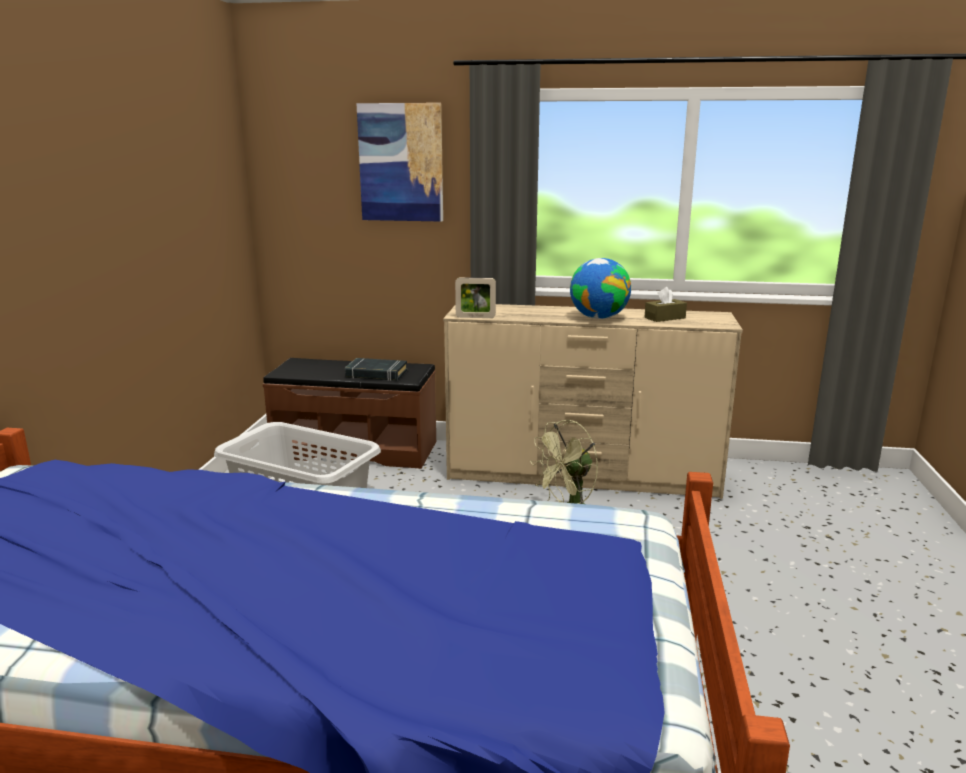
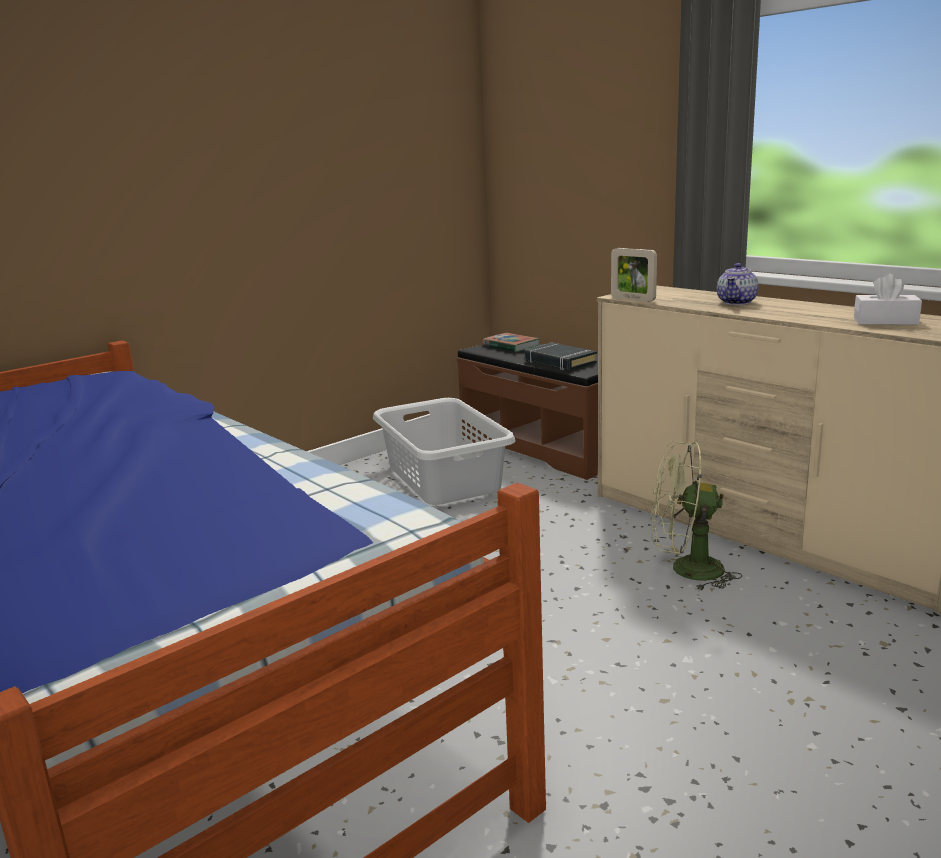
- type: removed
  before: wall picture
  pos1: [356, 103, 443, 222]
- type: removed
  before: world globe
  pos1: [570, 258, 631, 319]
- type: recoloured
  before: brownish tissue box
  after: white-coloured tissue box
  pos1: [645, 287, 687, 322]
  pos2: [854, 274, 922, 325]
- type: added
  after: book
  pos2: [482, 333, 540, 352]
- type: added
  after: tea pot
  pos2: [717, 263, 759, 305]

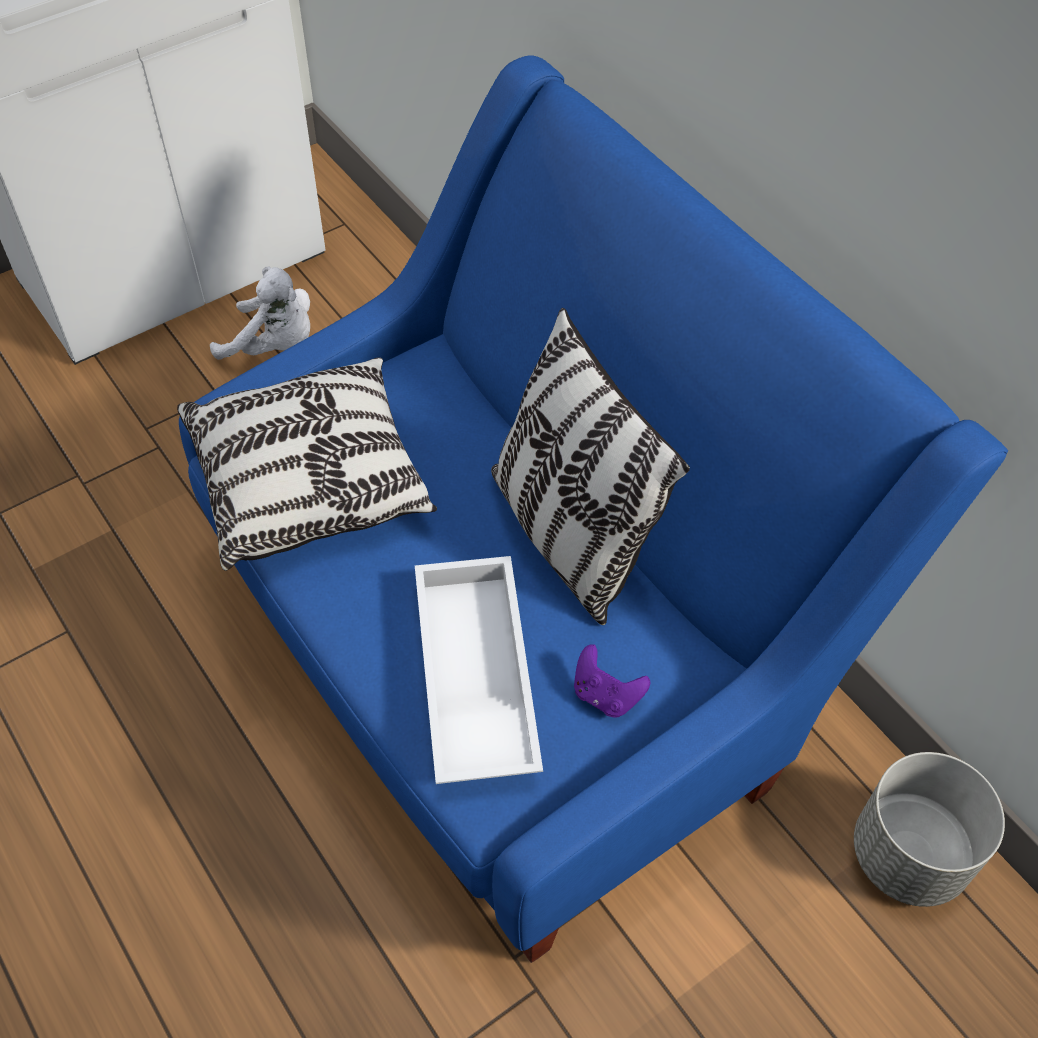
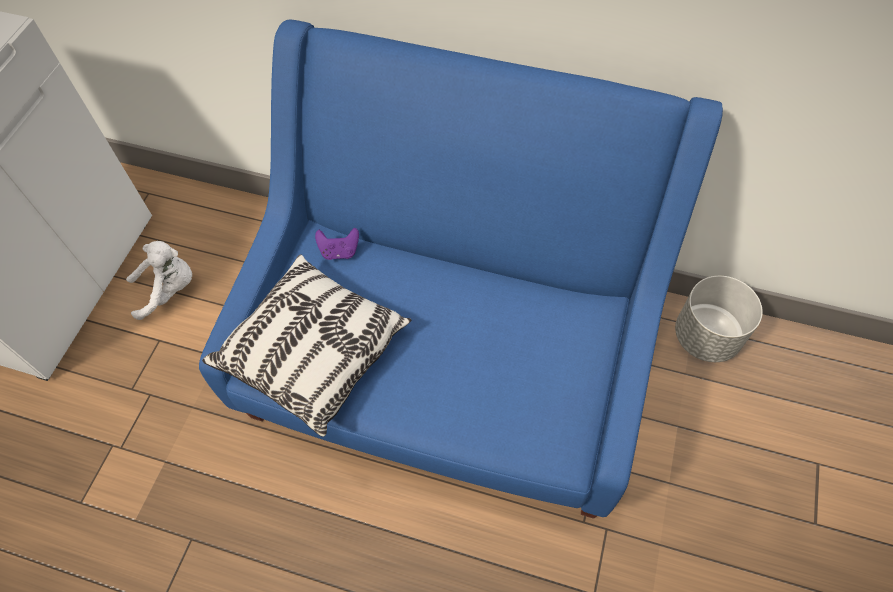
- type: removed
  before: white-coloured tray
  pos1: [415, 556, 543, 784]
- type: removed
  before: cushion
  pos1: [491, 308, 690, 625]
- type: moved
  before: purple gamepad
  pos1: [574, 644, 650, 718]
  pos2: [315, 228, 359, 260]

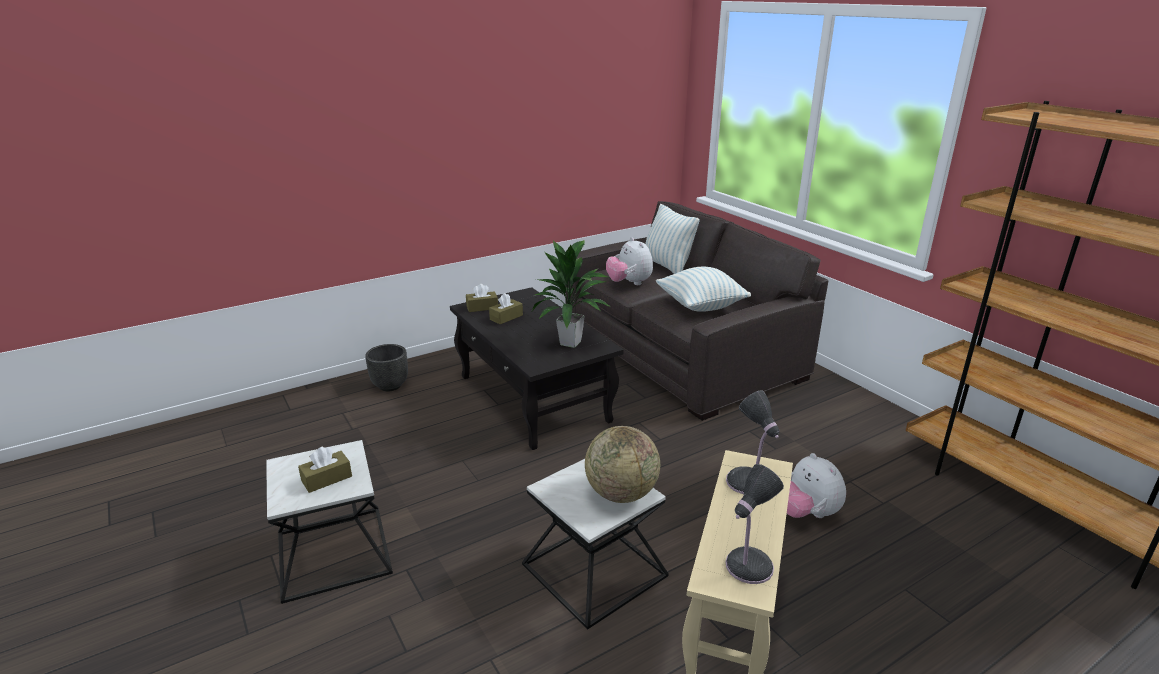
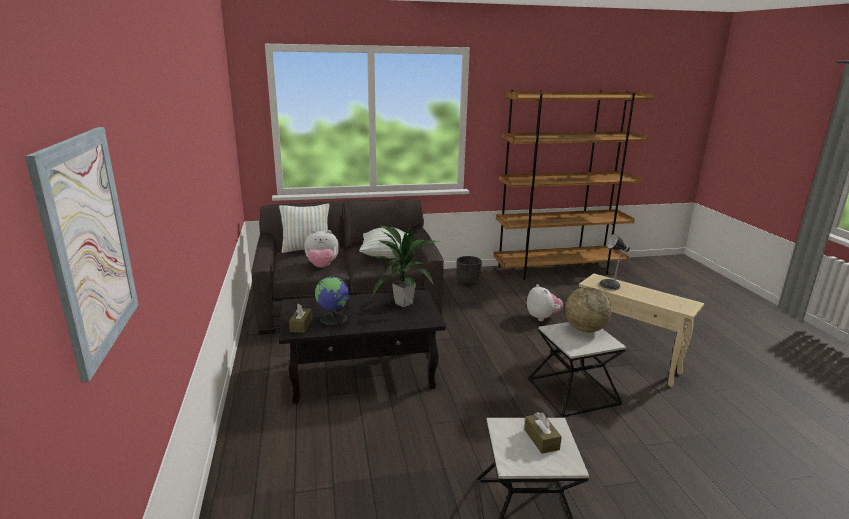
- type: moved
  before: black flower pot
  pos1: [365, 344, 408, 391]
  pos2: [456, 256, 482, 285]
- type: replaced
  before: brownish tissue box
  after: world globe
  pos1: [489, 293, 523, 324]
  pos2: [315, 276, 349, 325]
- type: removed
  before: table lamp
  pos1: [725, 464, 784, 584]
- type: turned
  before: cuddly toy
  pos1: [787, 453, 846, 518]
  pos2: [527, 284, 563, 321]
  turn: -105
- type: added
  after: wall picture
  pos2: [25, 127, 138, 383]

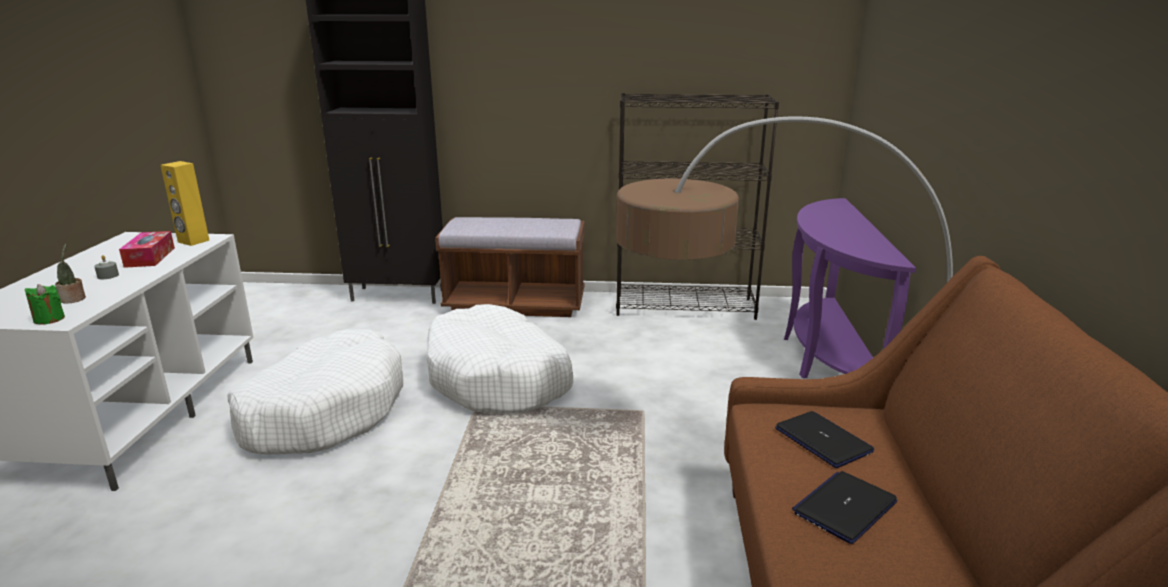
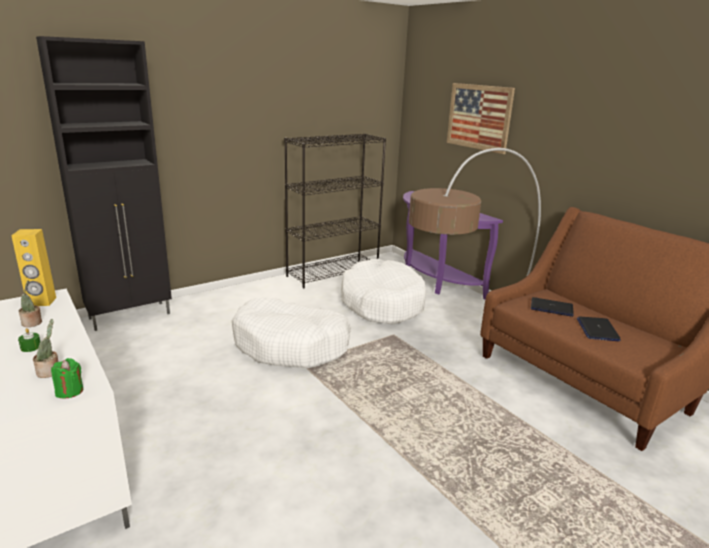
- type: recoloured
  before: gray candle
  after: greenish candle
  pos1: [94, 255, 119, 279]
  pos2: [18, 328, 40, 352]
- type: replaced
  before: tissue box
  after: houseplant
  pos1: [119, 231, 175, 268]
  pos2: [19, 280, 42, 327]
- type: moved
  before: white-coloured dog bed
  pos1: [228, 329, 403, 455]
  pos2: [341, 259, 426, 325]
- type: removed
  before: brownish indoor bench
  pos1: [435, 217, 585, 317]
- type: added
  after: wall picture
  pos2: [447, 83, 515, 154]

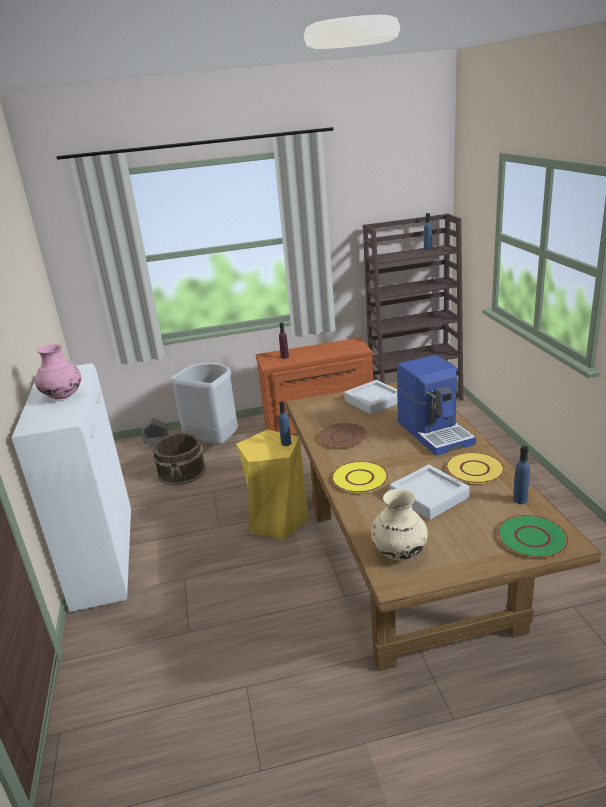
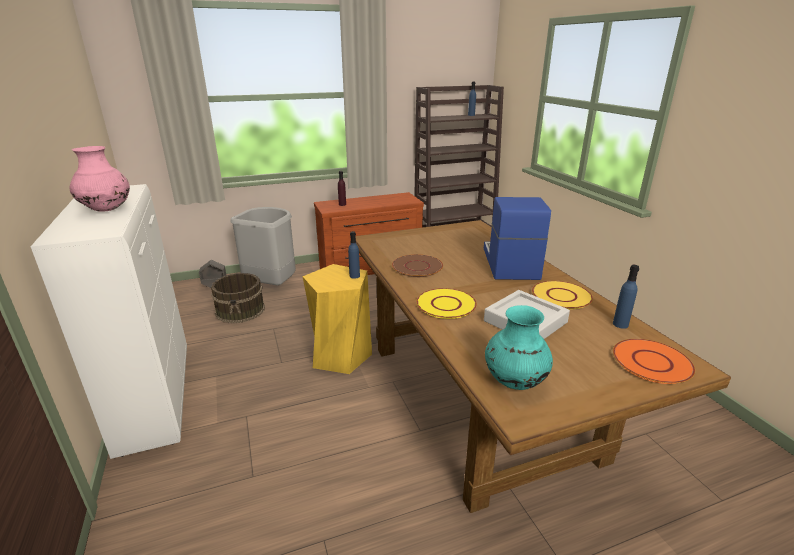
- type: removed
  before: gray tray
  pos1: [344, 380, 398, 415]
- type: recoloured
  before: beige decorative vase
  after: turquoise decorative vase
  pos1: [371, 489, 428, 561]
  pos2: [485, 305, 553, 390]
- type: turned
  before: coffee maker
  pos1: [397, 355, 476, 456]
  pos2: [484, 197, 551, 280]
  turn: -150
- type: recoloured
  before: greenish plate
  after: orangey plate
  pos1: [497, 515, 569, 558]
  pos2: [613, 339, 695, 384]

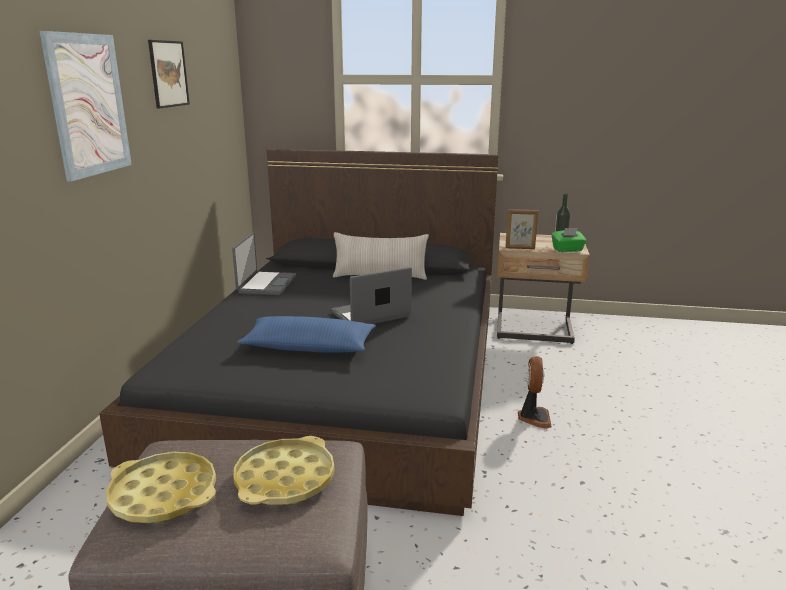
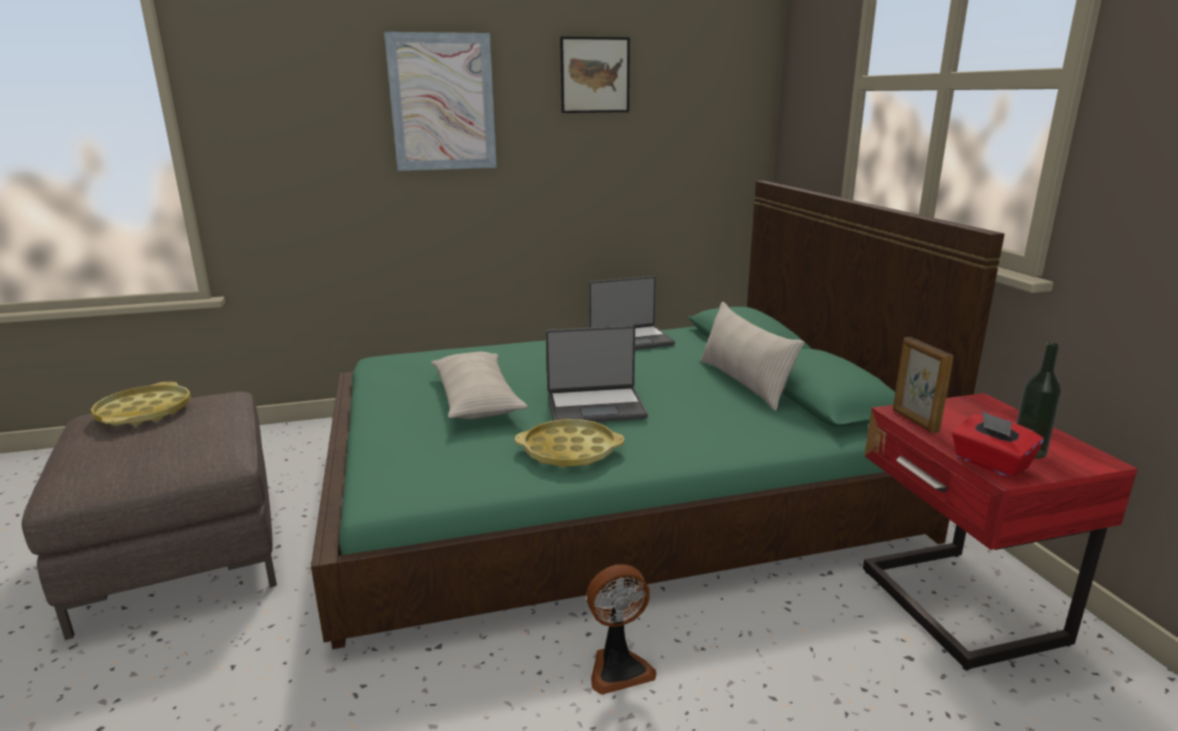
- type: recoloured
  before: black bedroom bed
  after: greenish bedroom bed
  pos1: [99, 149, 498, 516]
  pos2: [311, 181, 1005, 649]
- type: moved
  before: yellowish tray
  pos1: [233, 436, 335, 505]
  pos2: [515, 419, 624, 468]
- type: recoloured
  before: blue cushion
  after: beige cushion
  pos1: [237, 316, 376, 353]
  pos2: [431, 352, 528, 419]
- type: turned
  before: notebook computer
  pos1: [332, 267, 412, 324]
  pos2: [546, 325, 648, 422]
  turn: 135
- type: recoloured
  before: beige night table
  after: reddish night table
  pos1: [497, 233, 590, 344]
  pos2: [863, 393, 1138, 670]
- type: recoloured
  before: greenish tissue box
  after: reddish tissue box
  pos1: [552, 228, 587, 252]
  pos2: [952, 411, 1044, 478]

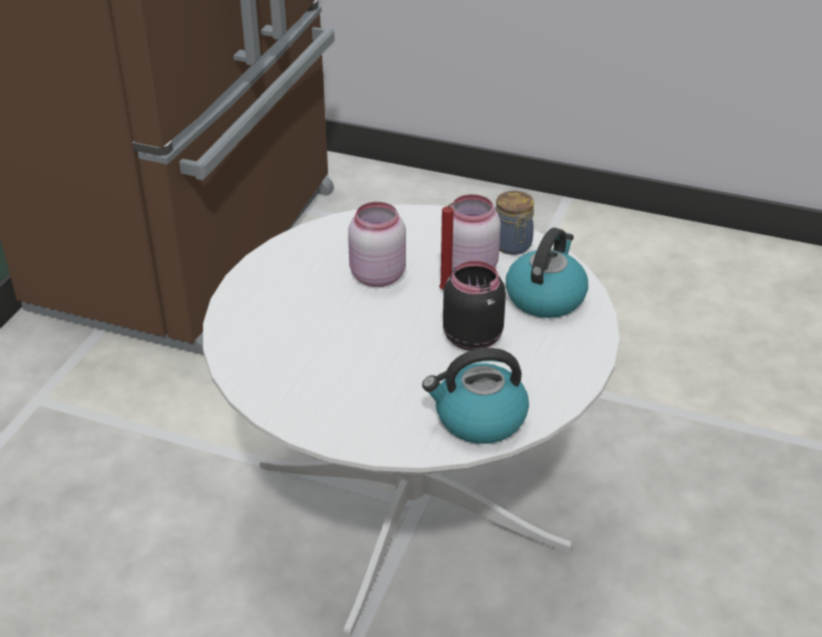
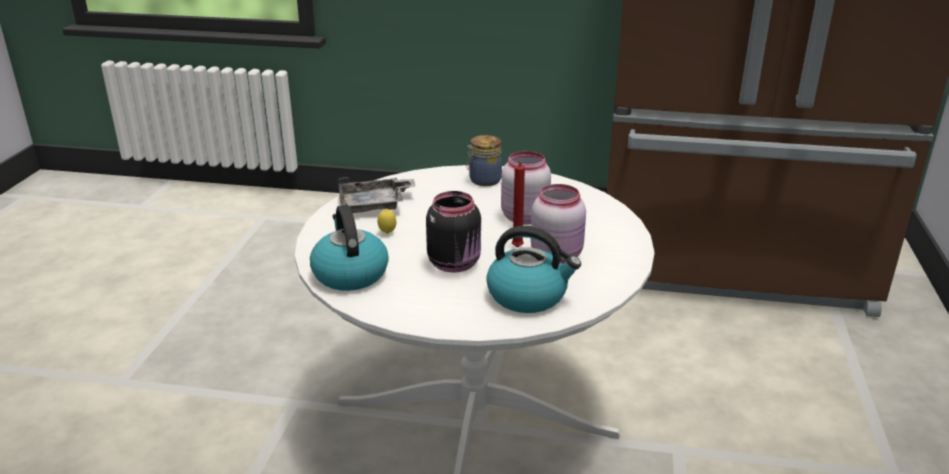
- type: moved
  before: jar
  pos1: [495, 191, 534, 255]
  pos2: [466, 135, 502, 186]
- type: added
  after: gray tray
  pos2: [339, 177, 416, 213]
- type: added
  after: citrus fruit
  pos2: [378, 209, 397, 234]

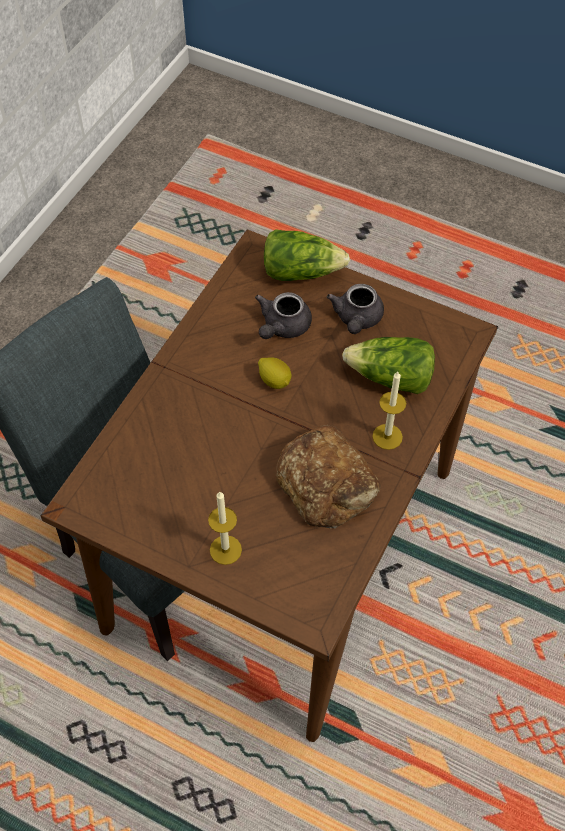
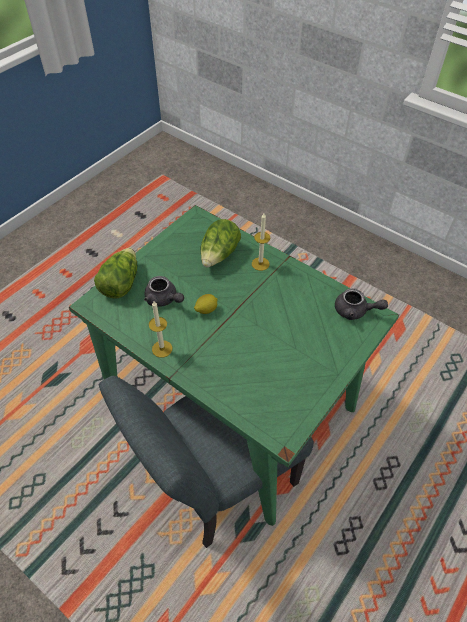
- type: recoloured
  before: brownish kitchen table
  after: greenish kitchen table
  pos1: [40, 229, 498, 742]
  pos2: [69, 205, 399, 526]
- type: moved
  before: candle
  pos1: [208, 491, 242, 565]
  pos2: [149, 301, 172, 358]
- type: removed
  before: bread
  pos1: [276, 425, 381, 529]
- type: moved
  before: gray tea pot
  pos1: [327, 284, 384, 334]
  pos2: [335, 288, 388, 320]

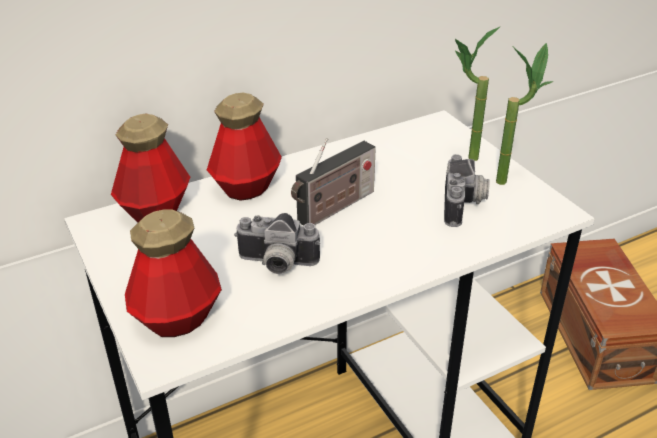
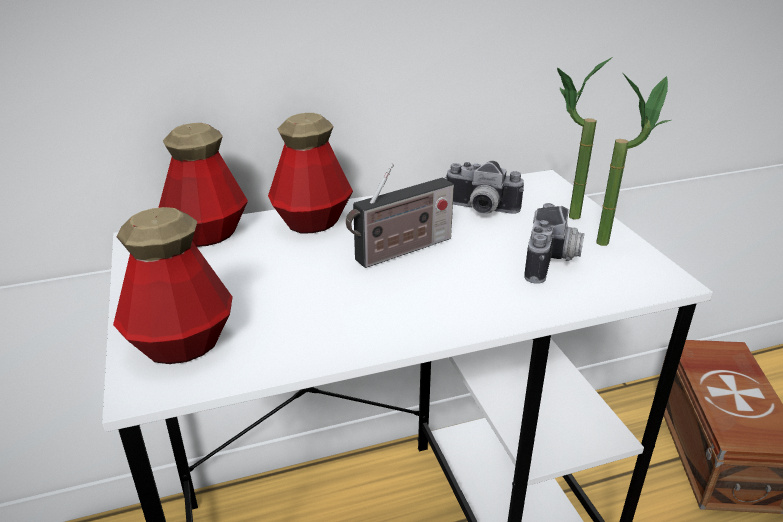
- type: moved
  before: photo camera
  pos1: [234, 213, 320, 274]
  pos2: [444, 161, 524, 214]

